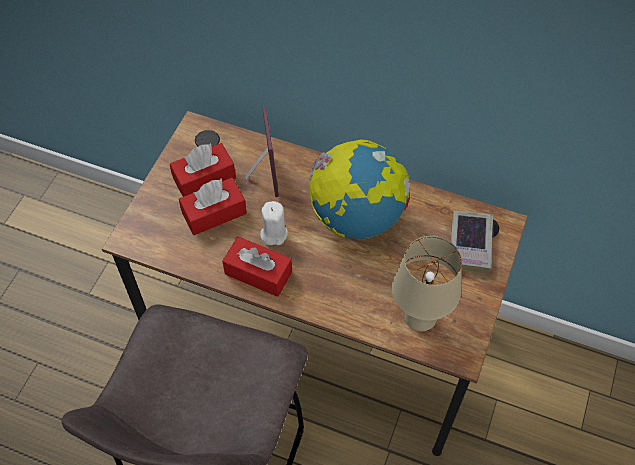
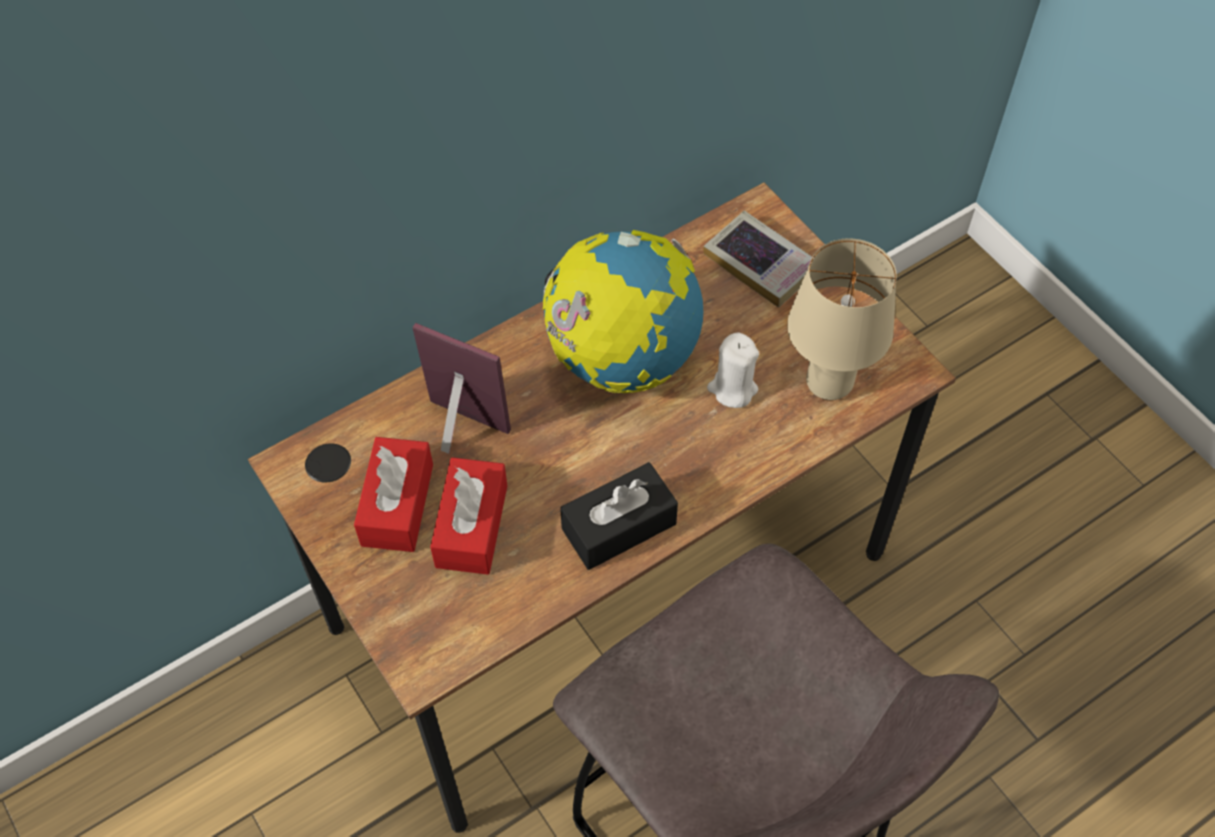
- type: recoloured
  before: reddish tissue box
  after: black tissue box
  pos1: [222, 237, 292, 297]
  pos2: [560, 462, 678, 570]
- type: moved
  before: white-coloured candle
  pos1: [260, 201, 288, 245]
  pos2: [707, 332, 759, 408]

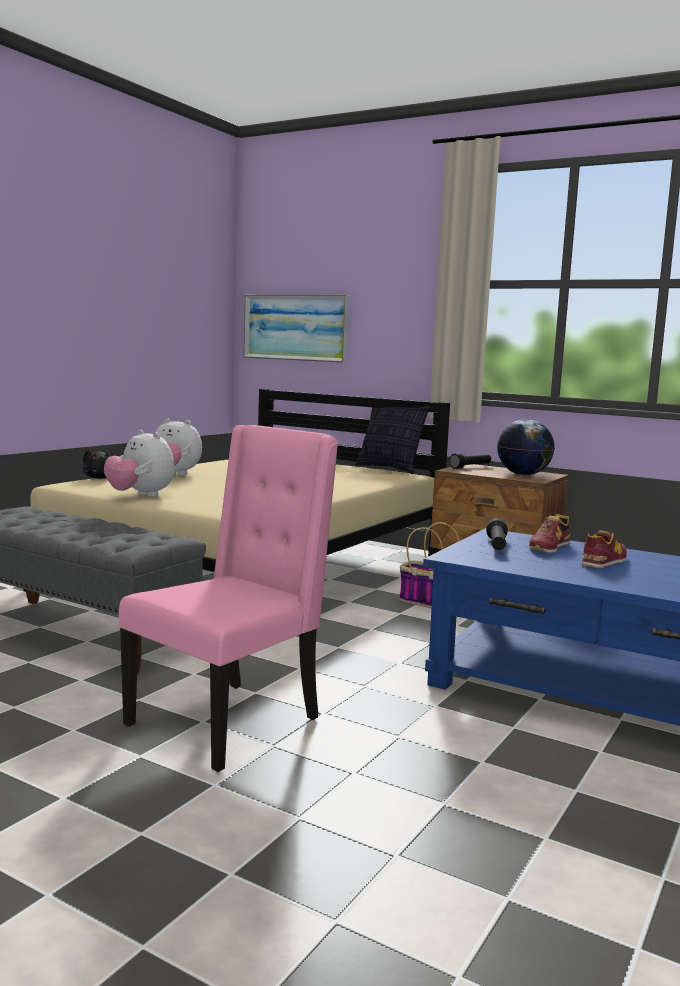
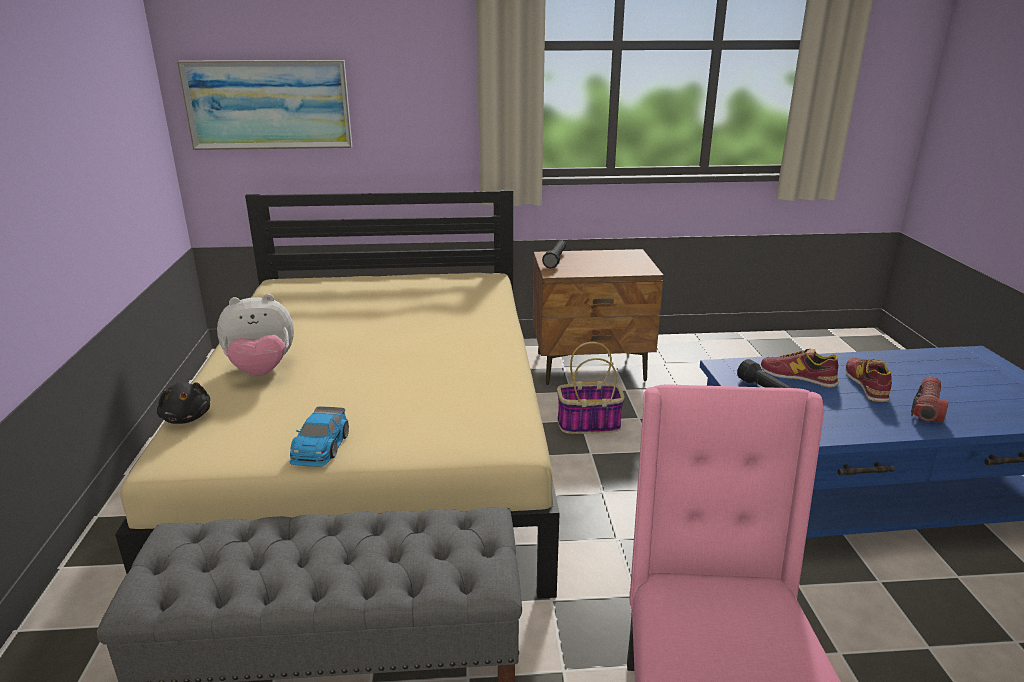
- type: replaced
  before: cuddly toy
  after: miniature car
  pos1: [104, 430, 174, 497]
  pos2: [290, 406, 349, 467]
- type: removed
  before: cushion
  pos1: [356, 406, 430, 474]
- type: removed
  before: world globe
  pos1: [497, 419, 555, 475]
- type: turned
  before: low shoe
  pos1: [529, 514, 570, 553]
  pos2: [761, 348, 839, 388]
  turn: 120
- type: added
  after: hand torch
  pos2: [911, 376, 948, 423]

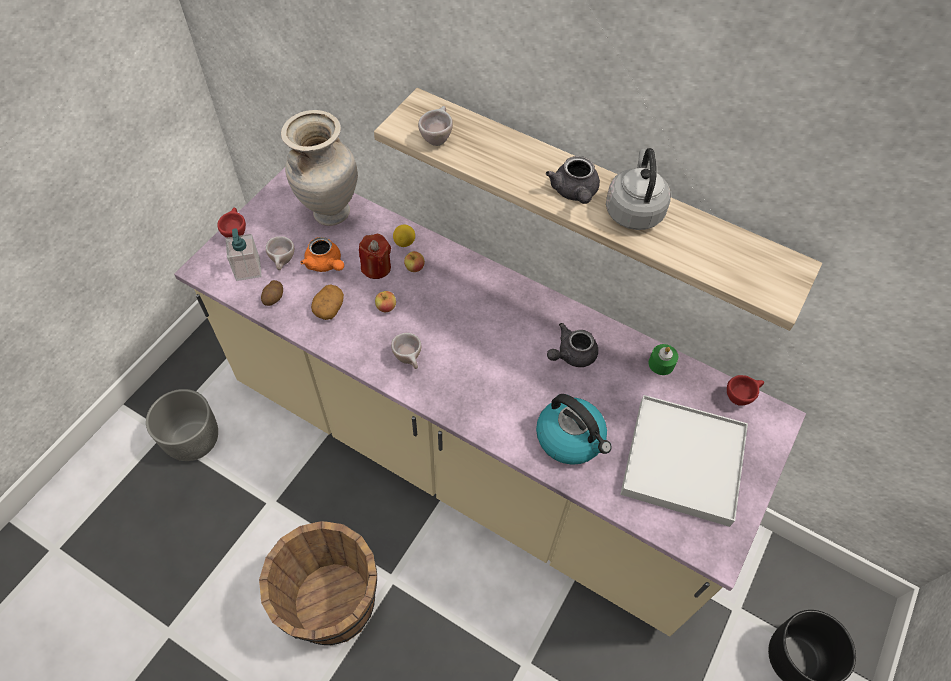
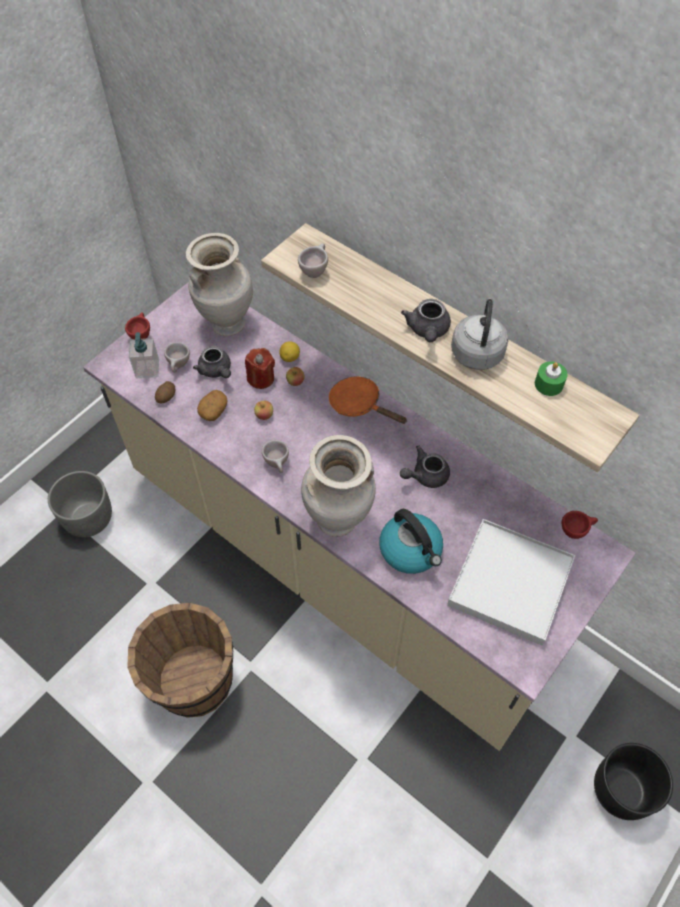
- type: recoloured
  before: orangey tea pot
  after: gray tea pot
  pos1: [300, 237, 344, 272]
  pos2: [193, 346, 231, 378]
- type: moved
  before: greenish candle
  pos1: [648, 344, 678, 375]
  pos2: [535, 361, 568, 396]
- type: added
  after: beige decorative vase
  pos2: [301, 435, 376, 537]
- type: added
  after: orangey pan
  pos2: [329, 376, 407, 424]

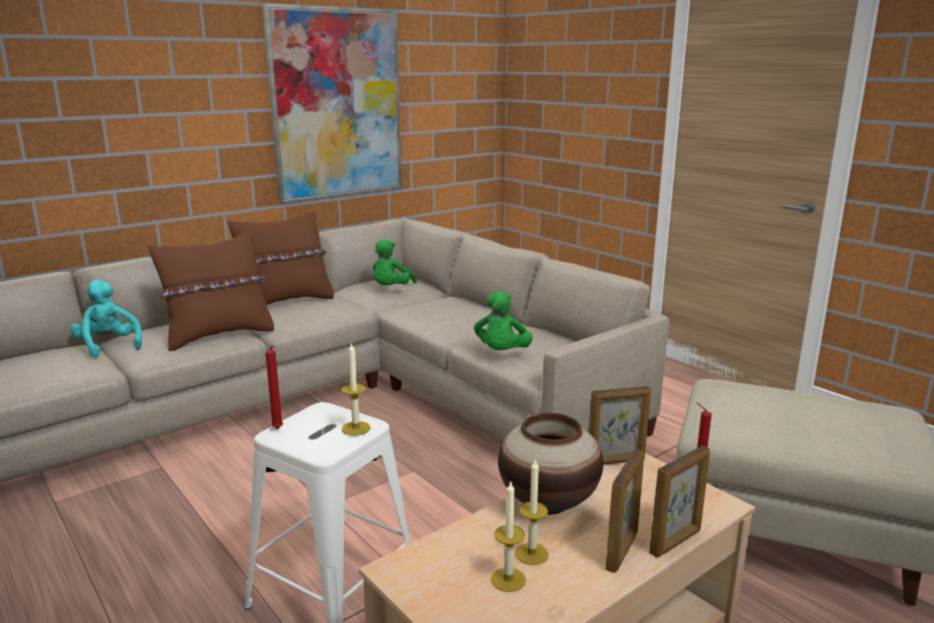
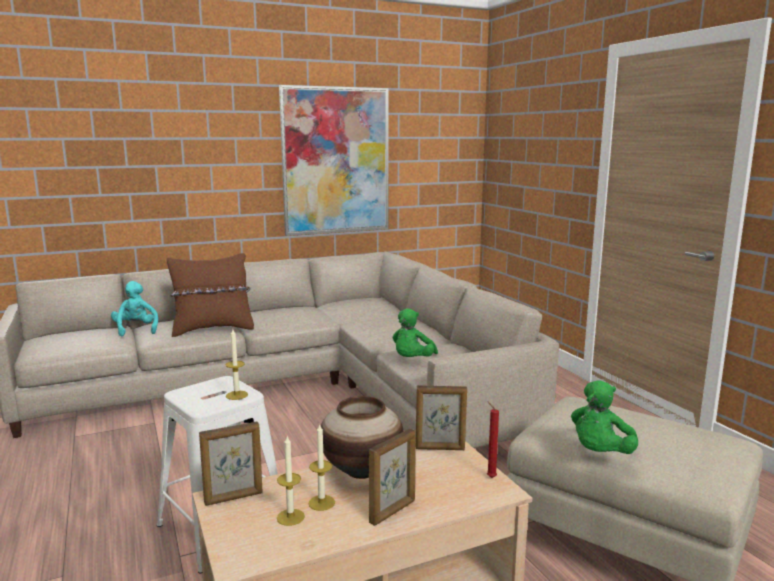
- type: removed
  before: brownish cushion
  pos1: [228, 211, 334, 305]
- type: removed
  before: reddish candle
  pos1: [265, 345, 283, 429]
- type: moved
  before: greenish cuddly toy
  pos1: [373, 239, 417, 285]
  pos2: [571, 380, 638, 454]
- type: moved
  before: standing frame
  pos1: [649, 446, 710, 558]
  pos2: [199, 422, 263, 506]

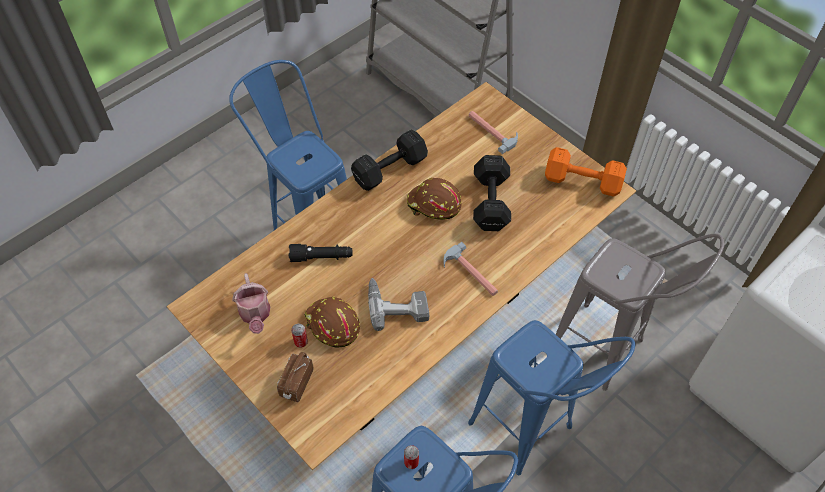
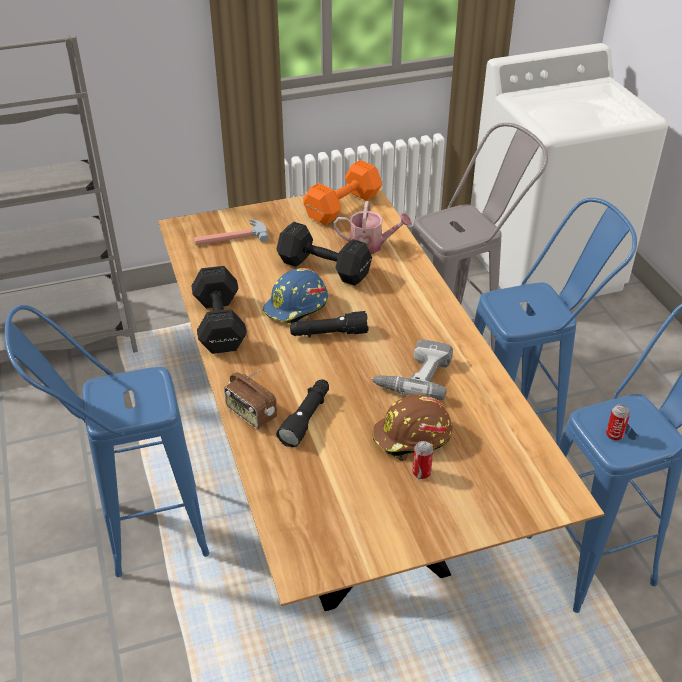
- type: moved
  before: watering can
  pos1: [232, 273, 270, 334]
  pos2: [334, 201, 412, 254]
- type: moved
  before: radio set
  pos1: [277, 352, 314, 402]
  pos2: [224, 369, 277, 429]
- type: recoloured
  before: brownish work helmet
  after: blue work helmet
  pos1: [407, 178, 462, 220]
  pos2: [263, 268, 328, 324]
- type: removed
  before: hammer
  pos1: [443, 242, 498, 296]
- type: added
  after: black hand torch
  pos2: [290, 311, 369, 337]

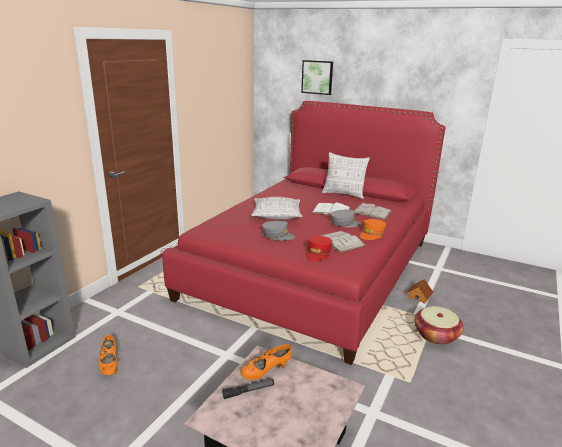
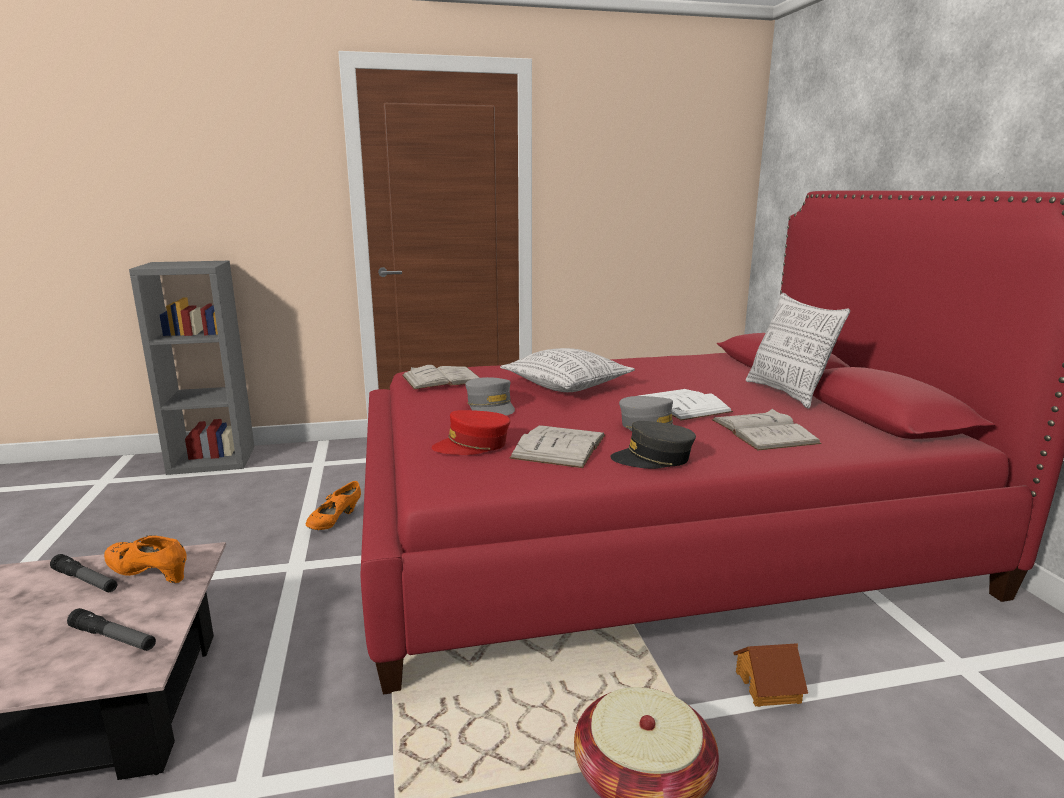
- type: moved
  before: orangey low shoe
  pos1: [99, 335, 118, 375]
  pos2: [306, 481, 361, 530]
- type: removed
  before: wall picture
  pos1: [301, 60, 333, 95]
- type: recoloured
  before: orangey peaked cap
  after: gray peaked cap
  pos1: [360, 219, 386, 240]
  pos2: [610, 421, 696, 469]
- type: added
  after: hand torch
  pos2: [67, 608, 156, 651]
- type: added
  after: white-coloured book
  pos2: [402, 365, 480, 389]

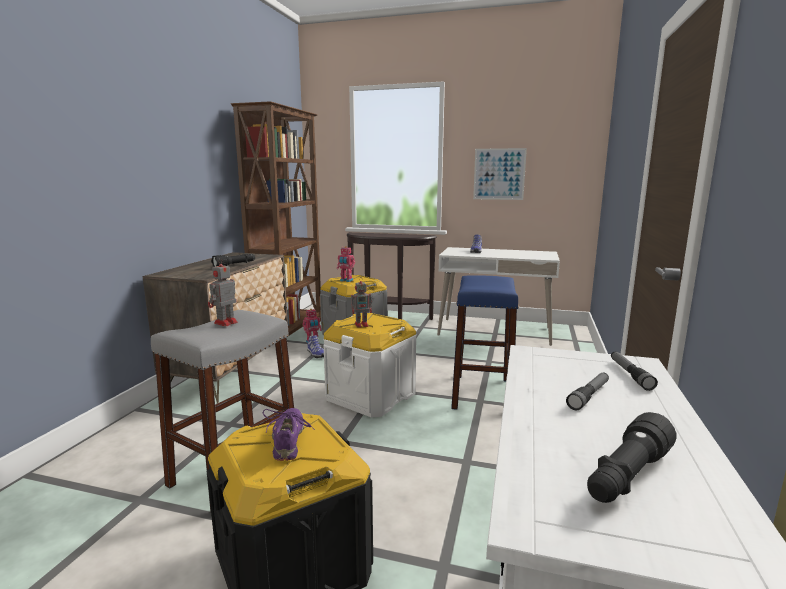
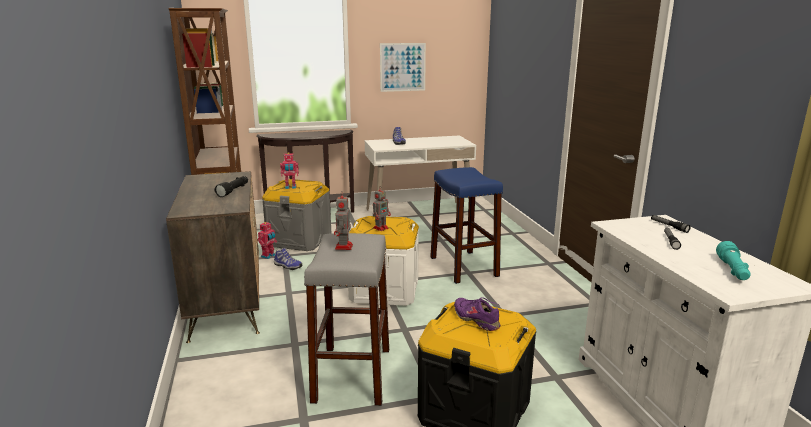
- type: recoloured
  before: black hand torch
  after: turquoise hand torch
  pos1: [587, 412, 677, 503]
  pos2: [716, 241, 751, 280]

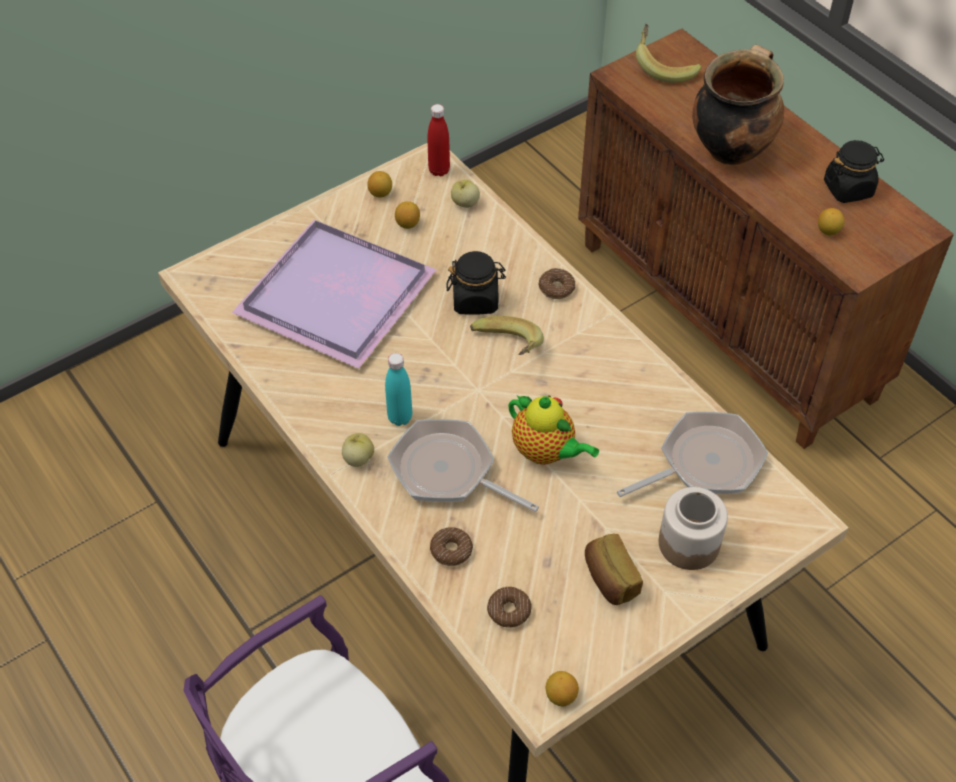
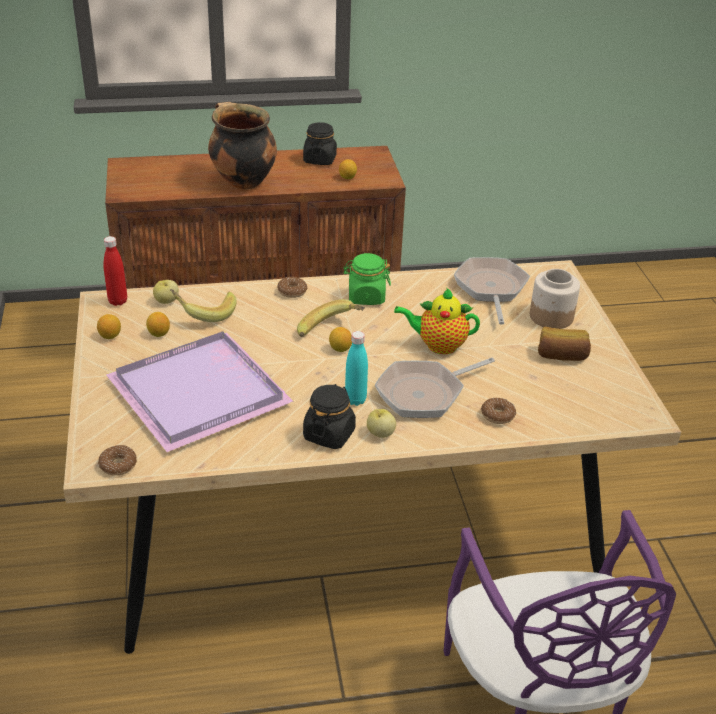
- type: moved
  before: black jar
  pos1: [447, 251, 506, 315]
  pos2: [303, 384, 356, 449]
- type: moved
  before: doughnut
  pos1: [487, 587, 532, 628]
  pos2: [98, 445, 137, 476]
- type: turned
  before: tea pot
  pos1: [508, 395, 599, 465]
  pos2: [394, 288, 480, 354]
  turn: -150
- type: moved
  before: citrus fruit
  pos1: [546, 671, 579, 706]
  pos2: [329, 327, 352, 352]
- type: moved
  before: banana
  pos1: [636, 24, 702, 83]
  pos2: [170, 289, 237, 322]
- type: added
  after: greenish jar
  pos2: [343, 253, 391, 305]

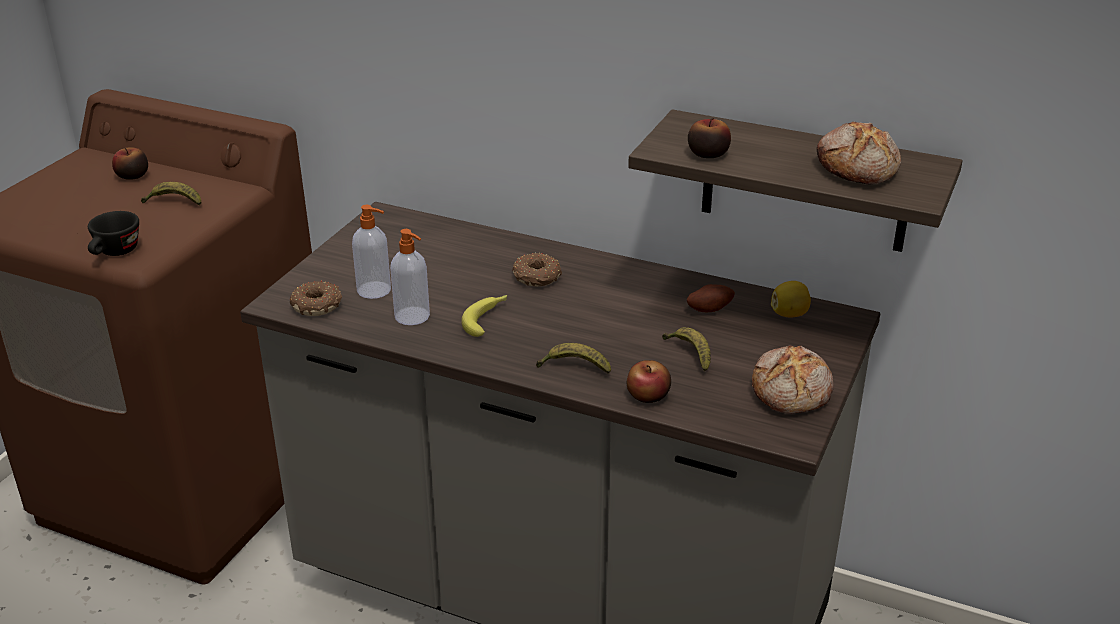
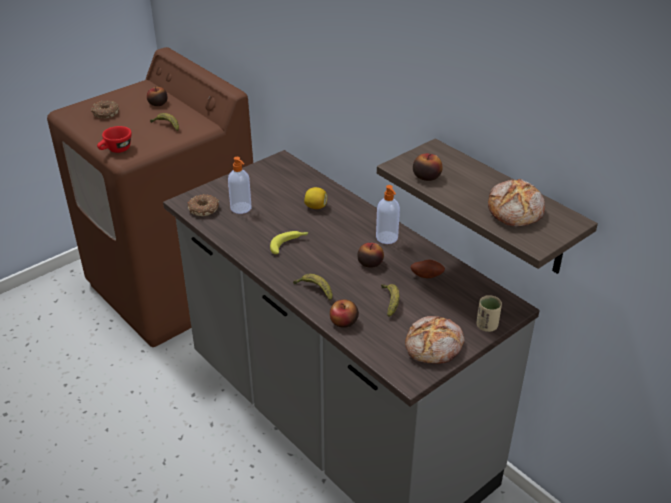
- type: recoloured
  before: black small cup
  after: reddish small cup
  pos1: [88, 211, 139, 256]
  pos2: [97, 126, 132, 153]
- type: moved
  before: soap bottle
  pos1: [390, 229, 430, 325]
  pos2: [376, 185, 400, 244]
- type: moved
  before: doughnut
  pos1: [512, 253, 562, 286]
  pos2: [91, 100, 119, 118]
- type: moved
  before: citrus fruit
  pos1: [771, 281, 811, 317]
  pos2: [304, 187, 327, 209]
- type: added
  after: whole apple
  pos2: [358, 243, 384, 268]
- type: added
  after: beige small cup
  pos2: [476, 295, 502, 332]

